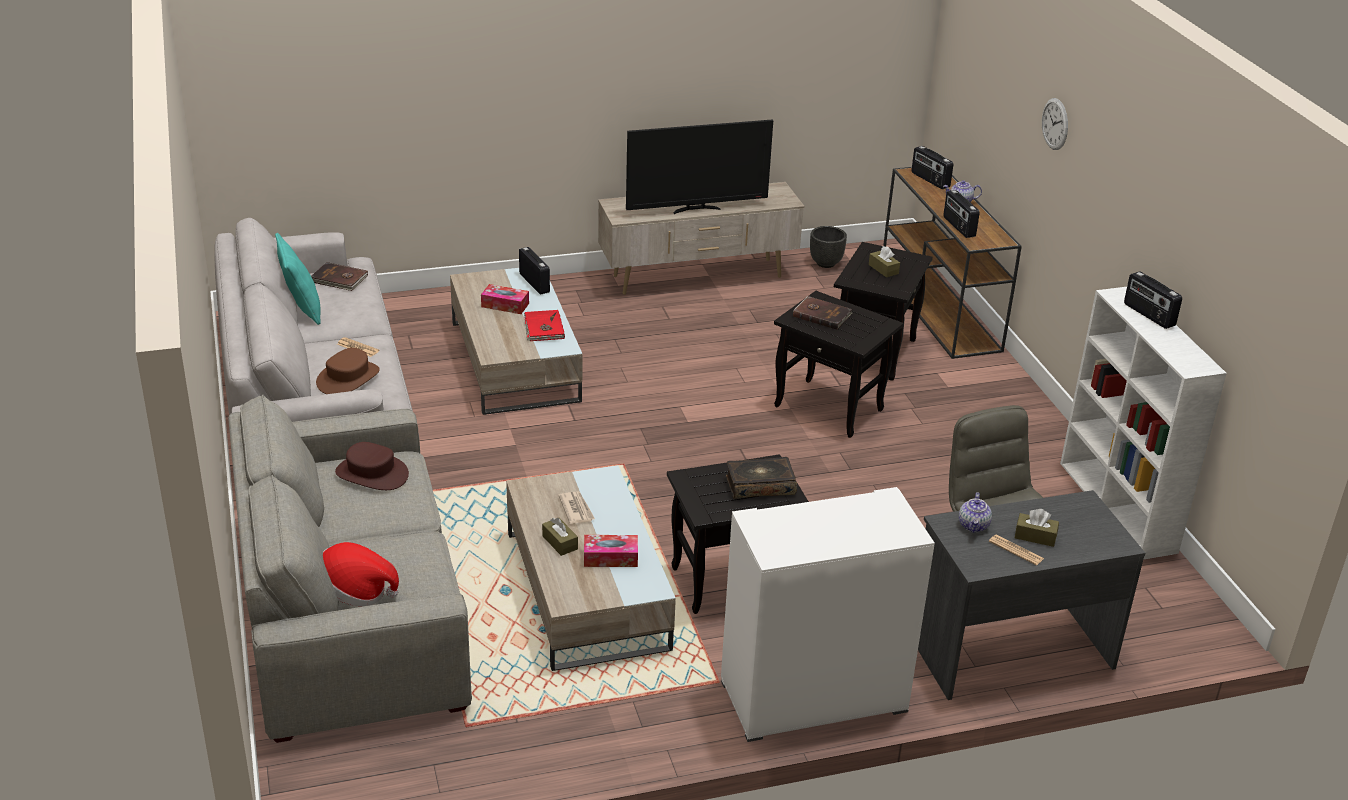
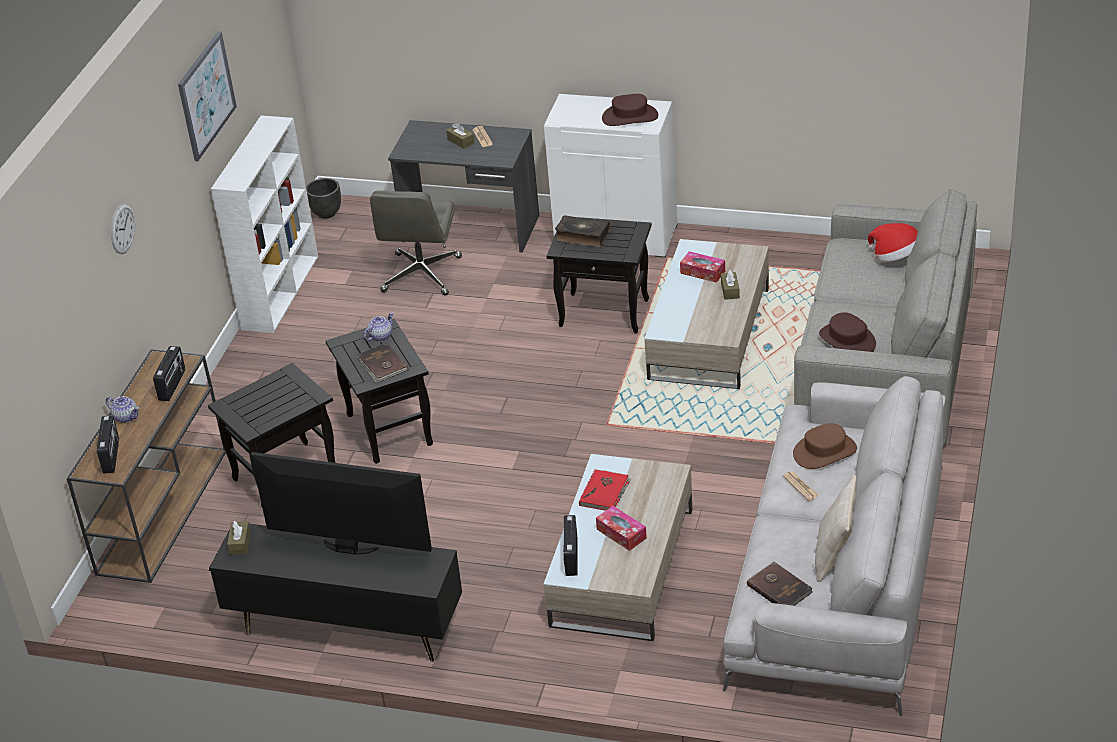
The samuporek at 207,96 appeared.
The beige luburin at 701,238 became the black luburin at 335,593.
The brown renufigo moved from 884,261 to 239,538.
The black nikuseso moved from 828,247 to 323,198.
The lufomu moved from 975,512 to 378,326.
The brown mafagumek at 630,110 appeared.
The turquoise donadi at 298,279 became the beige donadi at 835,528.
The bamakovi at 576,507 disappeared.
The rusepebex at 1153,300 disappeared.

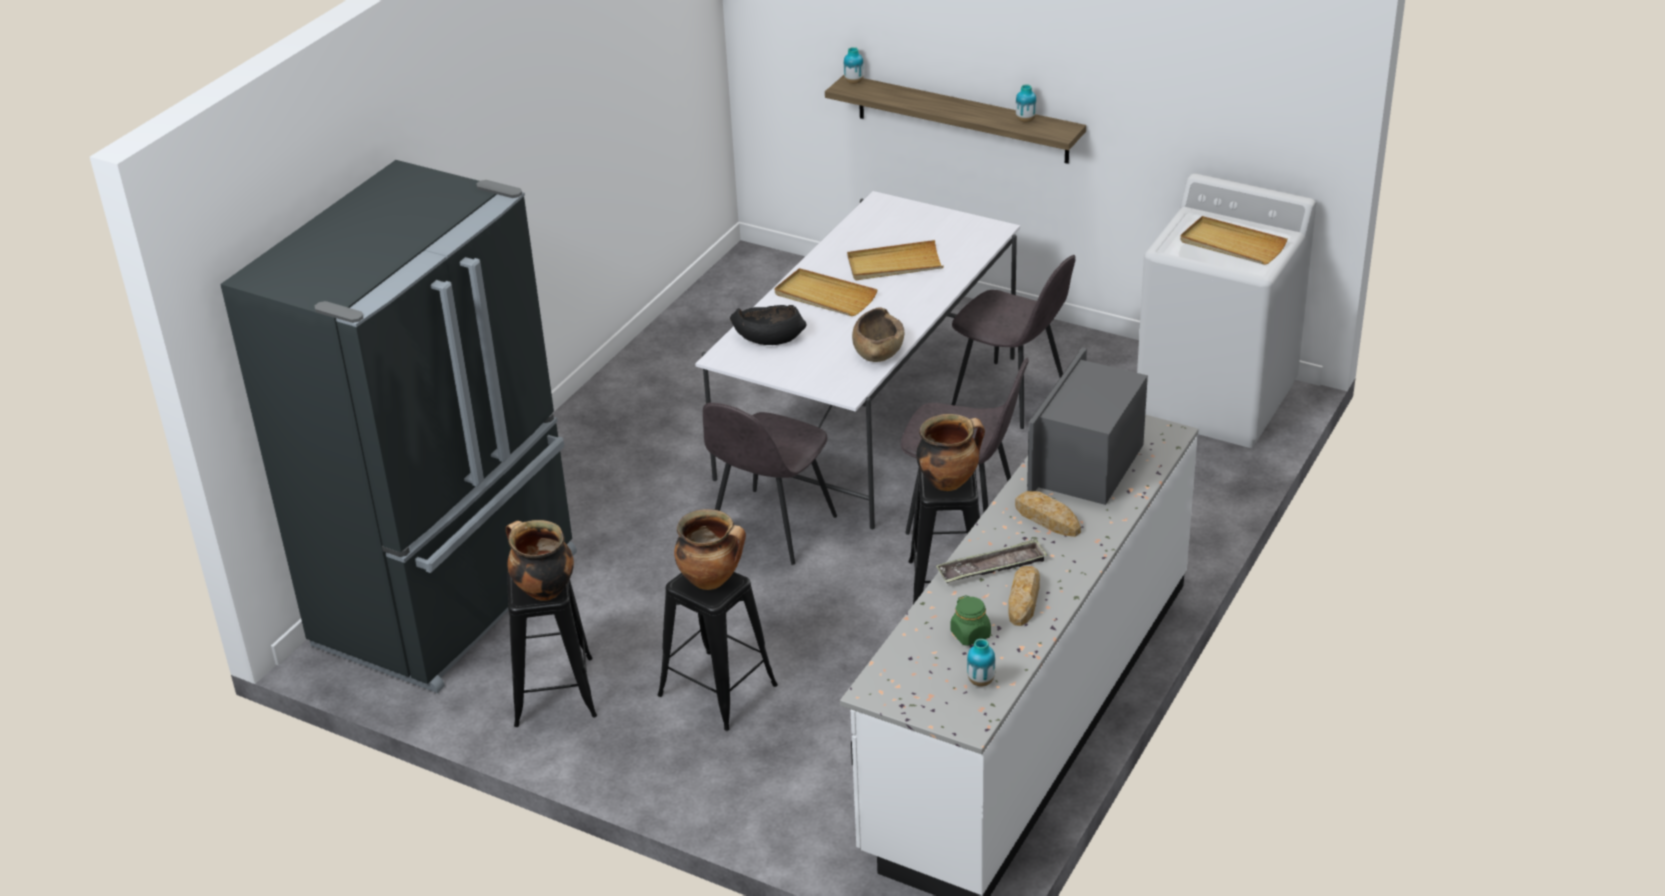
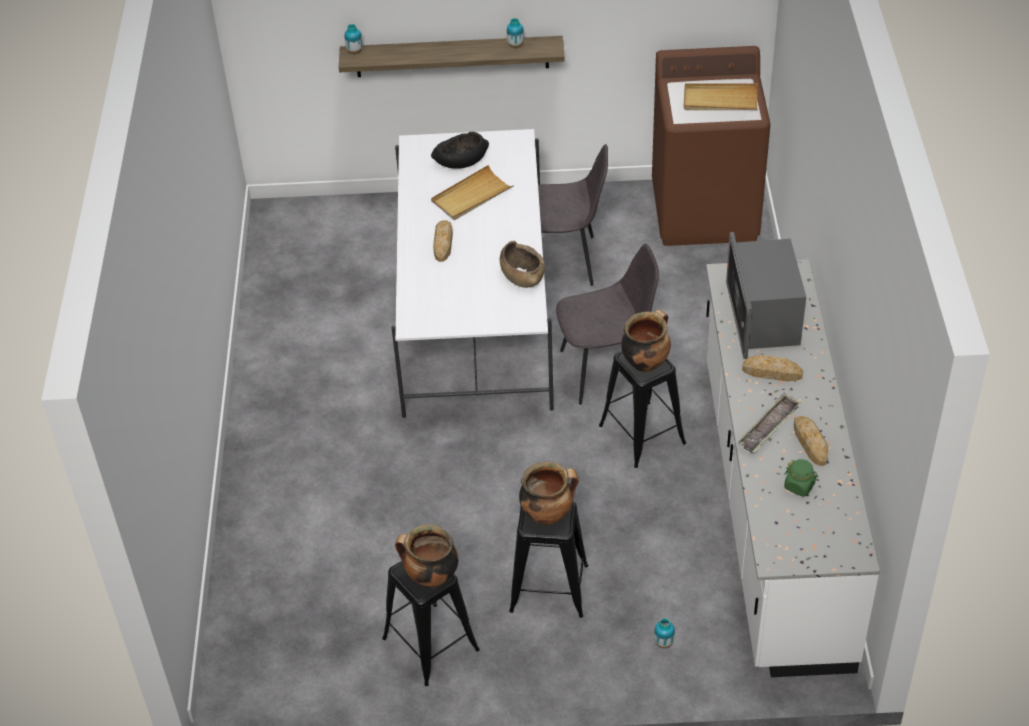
The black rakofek moved from 768,325 to 460,150.
The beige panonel at 826,292 was replaced by the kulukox at 443,241.
The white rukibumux at 1226,311 became the brown rukibumux at 711,146.
The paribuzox moved from 981,663 to 664,633.
The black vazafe at 398,426 disappeared.
The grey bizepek at 770,484 disappeared.

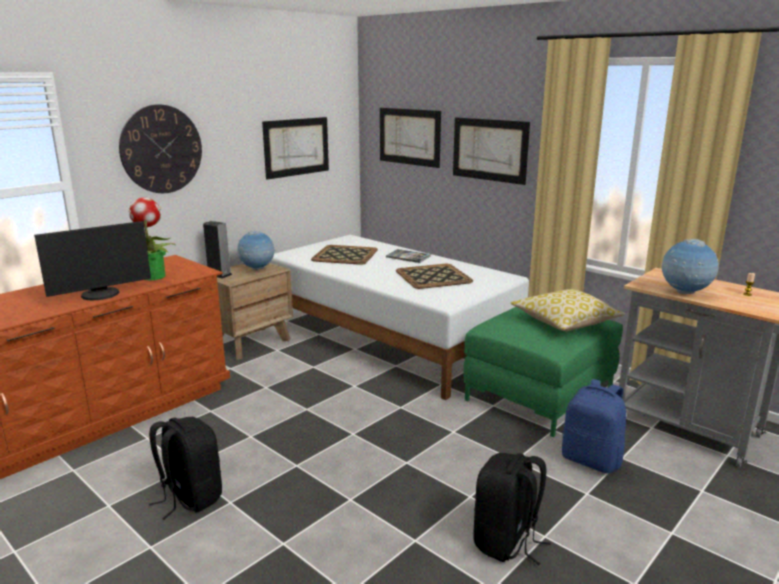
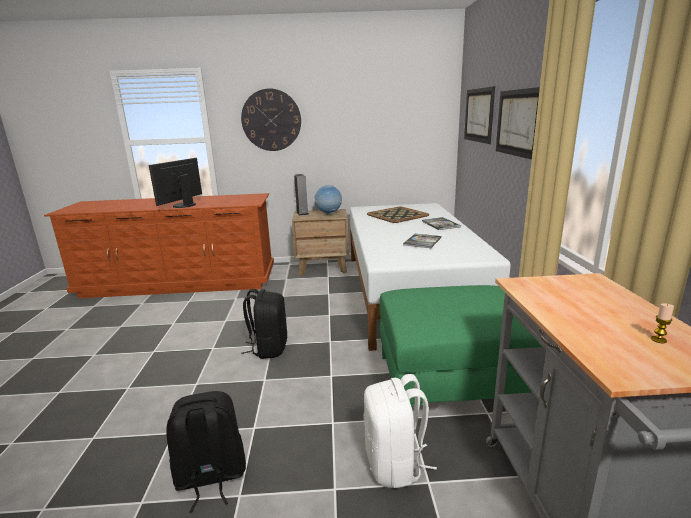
The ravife at 92,260 turned 105 degrees clockwise.
The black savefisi moved from 185,468 to 264,324.
The blue savefisi at 594,426 became the white savefisi at 400,431.
The panonel at 434,276 was replaced by the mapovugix at 422,241.
The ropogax at 151,238 disappeared.
The samuporek at 295,148 disappeared.
The donadi at 567,310 disappeared.
The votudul at 690,266 disappeared.

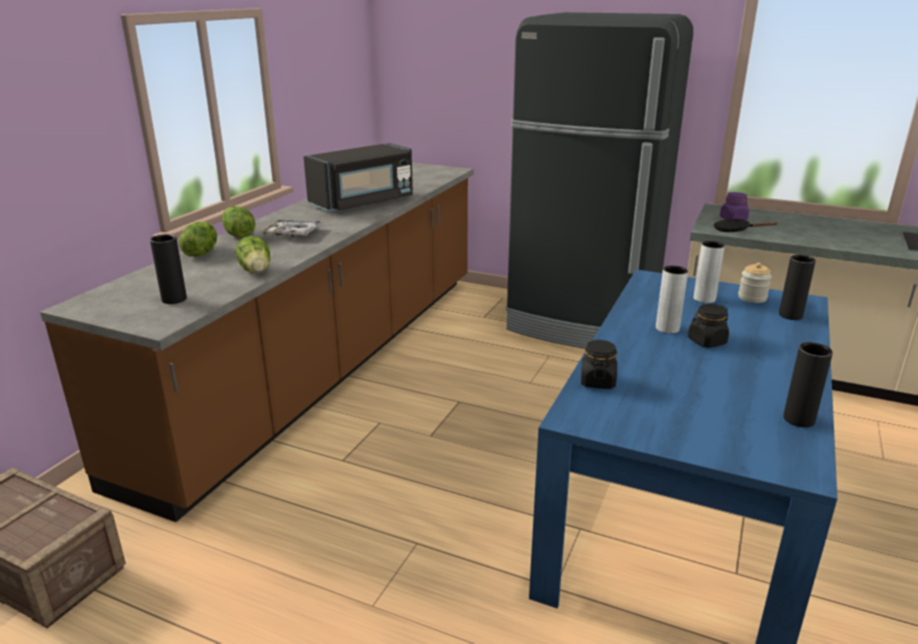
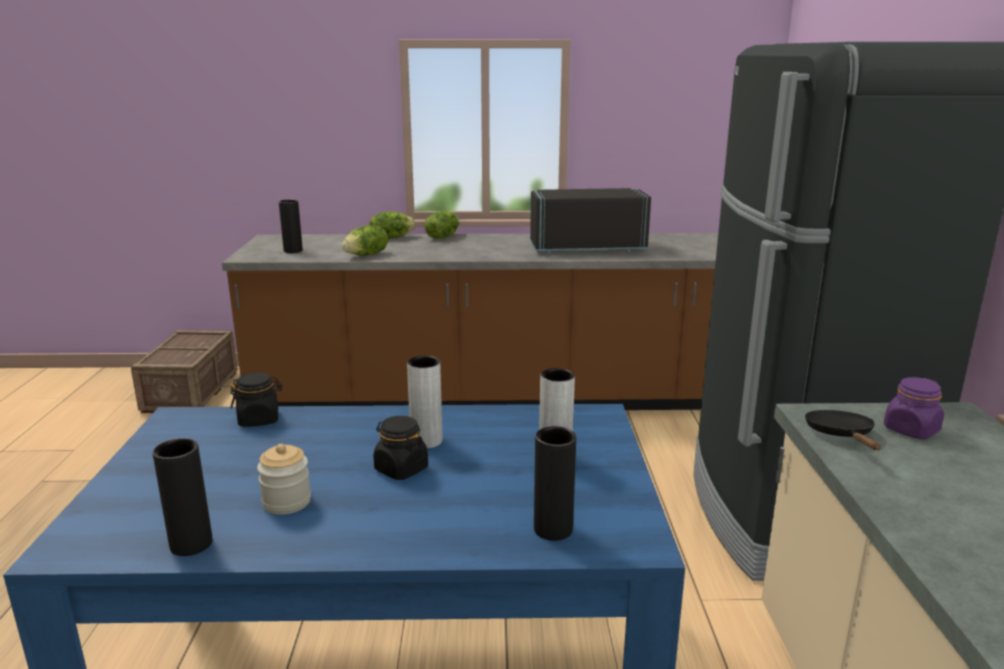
The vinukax moved from 755,283 to 284,479.
The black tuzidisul at 358,177 turned 150 degrees clockwise.
The panonel at 292,228 disappeared.

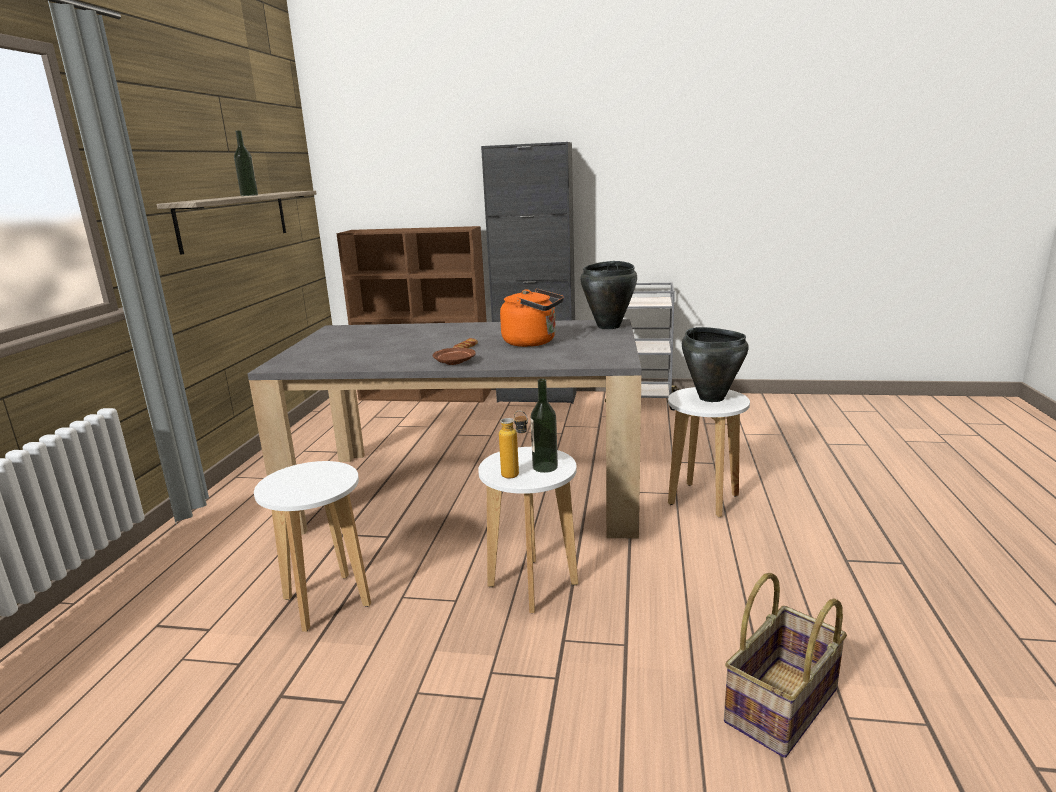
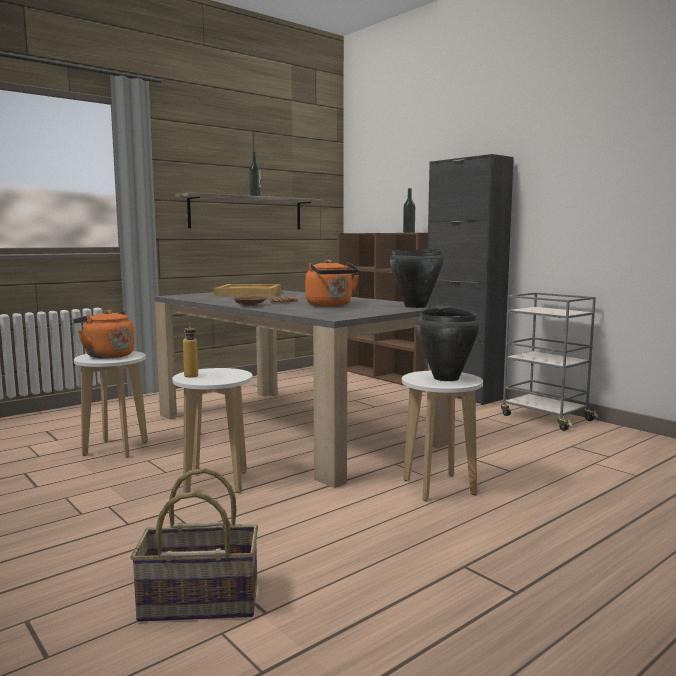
The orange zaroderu at 104,334 appeared.
The beige panonel at 247,290 appeared.
The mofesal moved from 544,426 to 409,210.

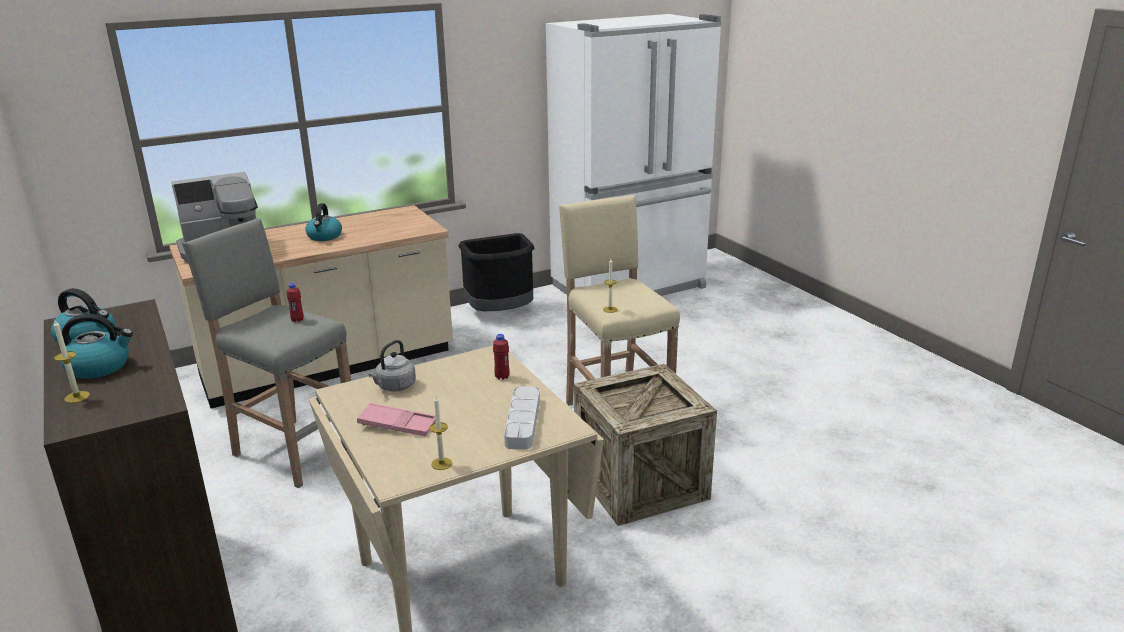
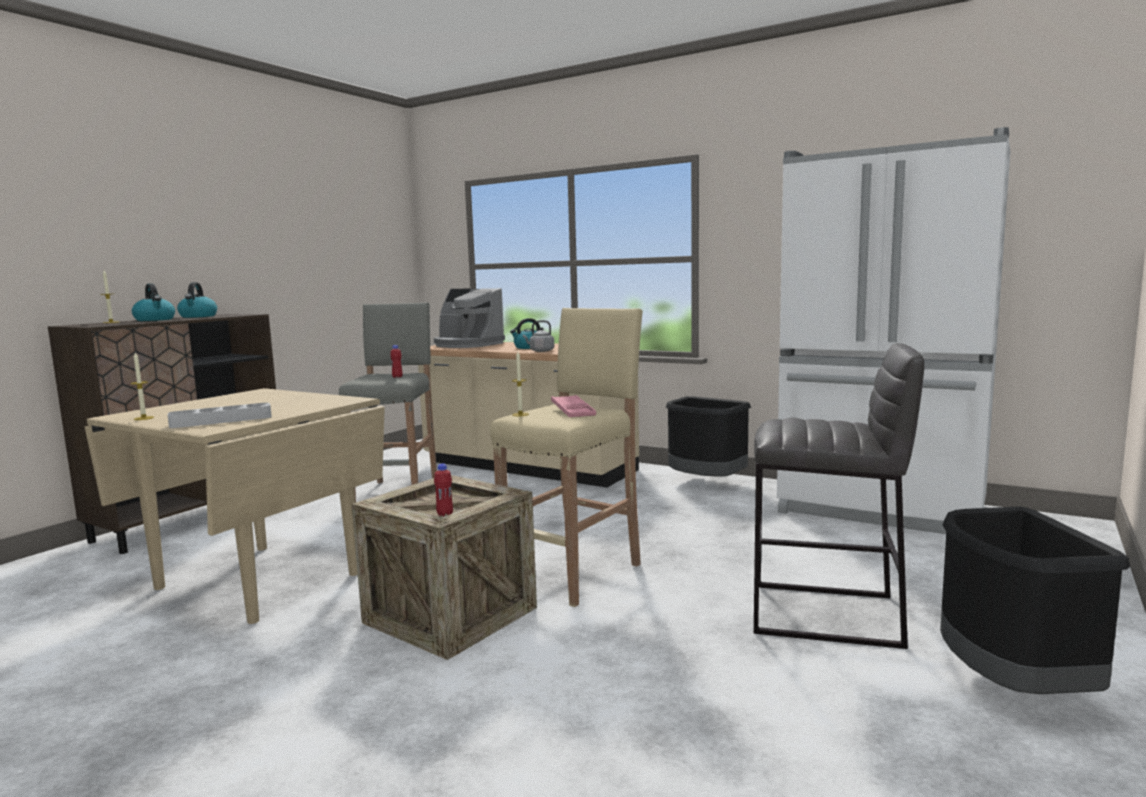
The red mofesal moved from 501,357 to 443,489.
The grey zaroderu moved from 392,366 to 538,336.
The pink panonel moved from 396,420 to 573,406.
The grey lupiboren at 839,496 appeared.
The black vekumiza at 1035,600 appeared.

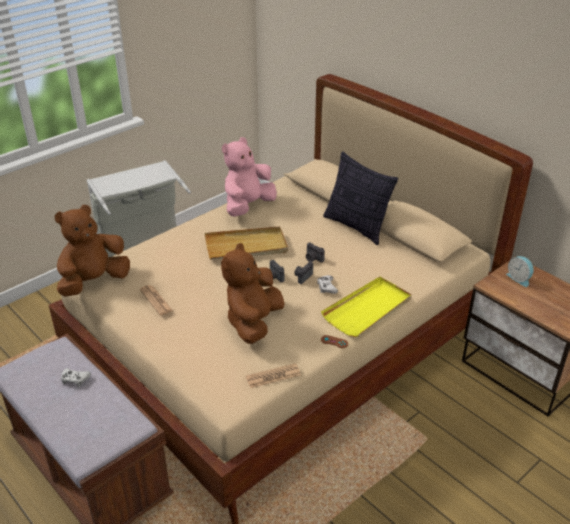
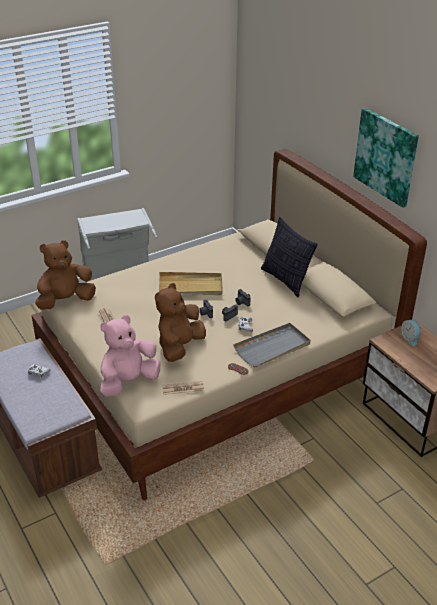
The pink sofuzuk moved from 249,177 to 130,356.
The yellow panonel at 366,307 became the grey panonel at 271,345.
The samuporek at 386,158 appeared.

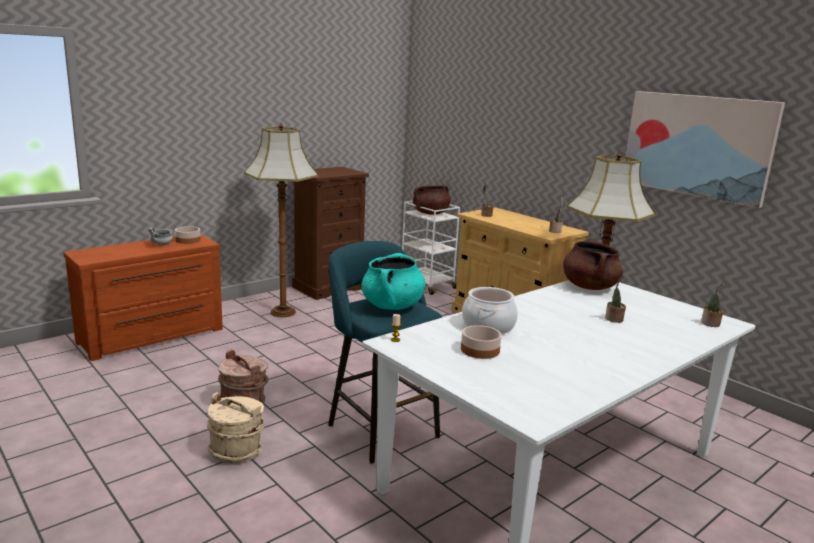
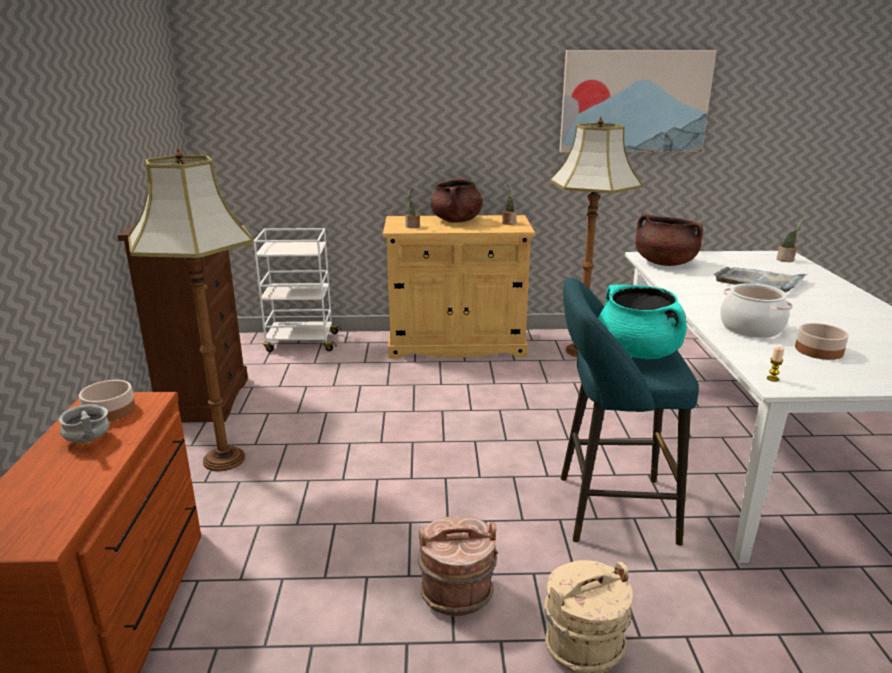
The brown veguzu moved from 431,200 to 457,200.
The ropogax at 615,299 was replaced by the grey panonel at 760,279.

